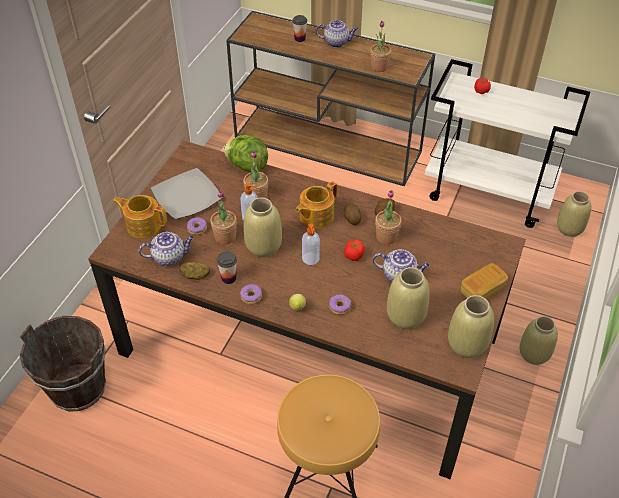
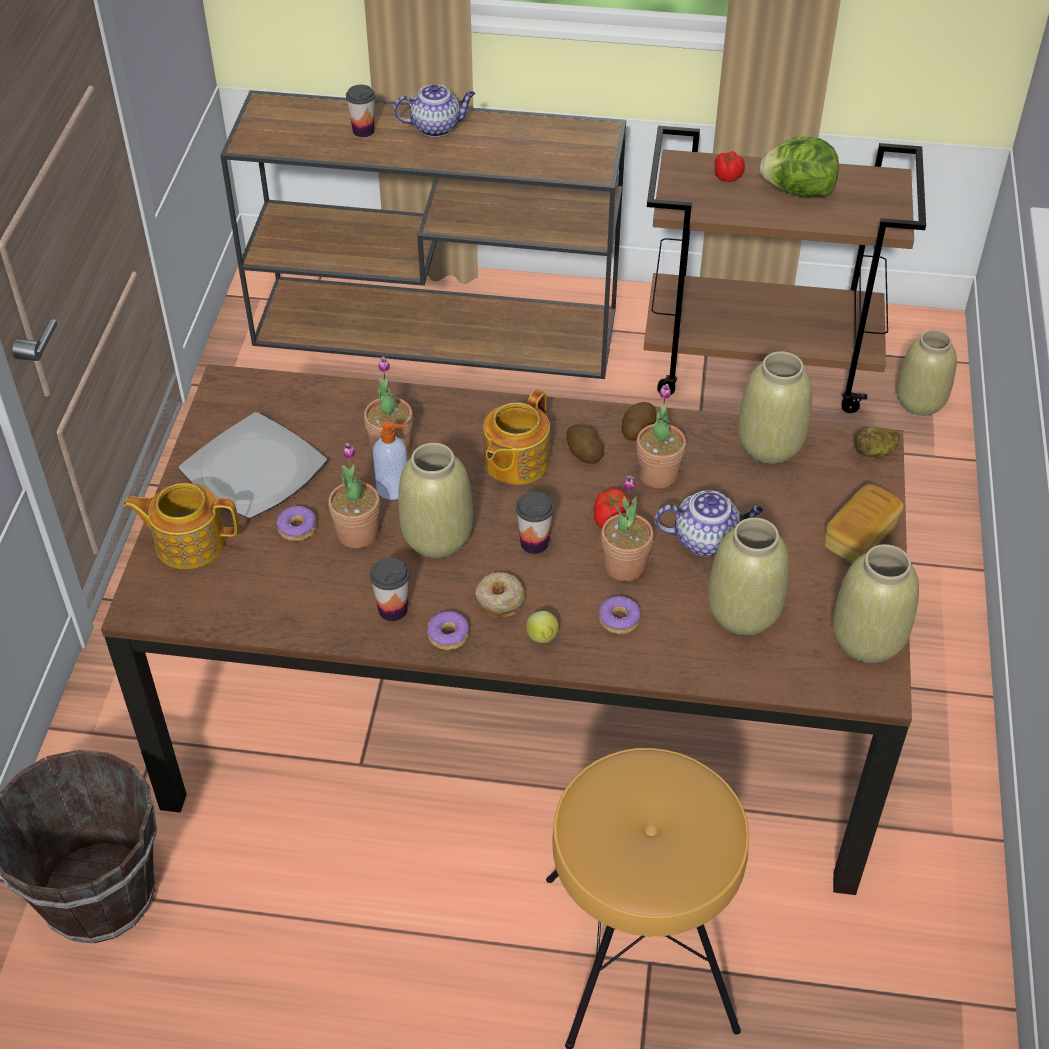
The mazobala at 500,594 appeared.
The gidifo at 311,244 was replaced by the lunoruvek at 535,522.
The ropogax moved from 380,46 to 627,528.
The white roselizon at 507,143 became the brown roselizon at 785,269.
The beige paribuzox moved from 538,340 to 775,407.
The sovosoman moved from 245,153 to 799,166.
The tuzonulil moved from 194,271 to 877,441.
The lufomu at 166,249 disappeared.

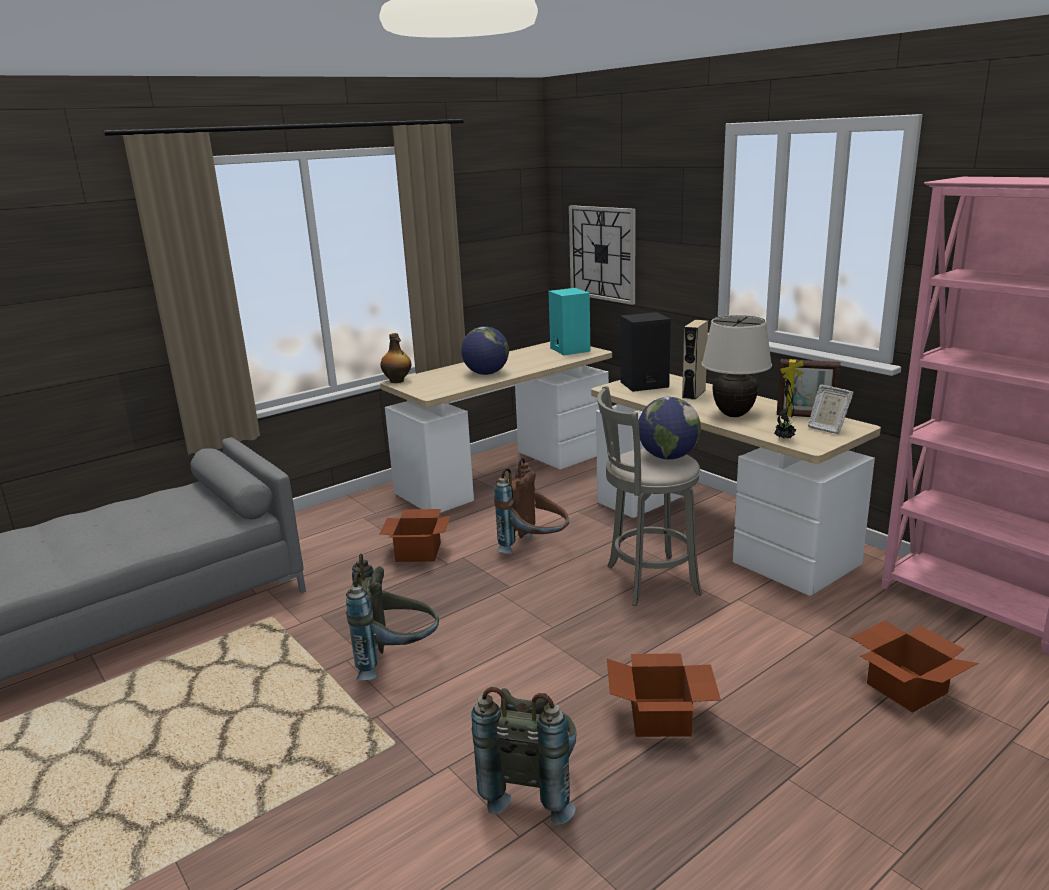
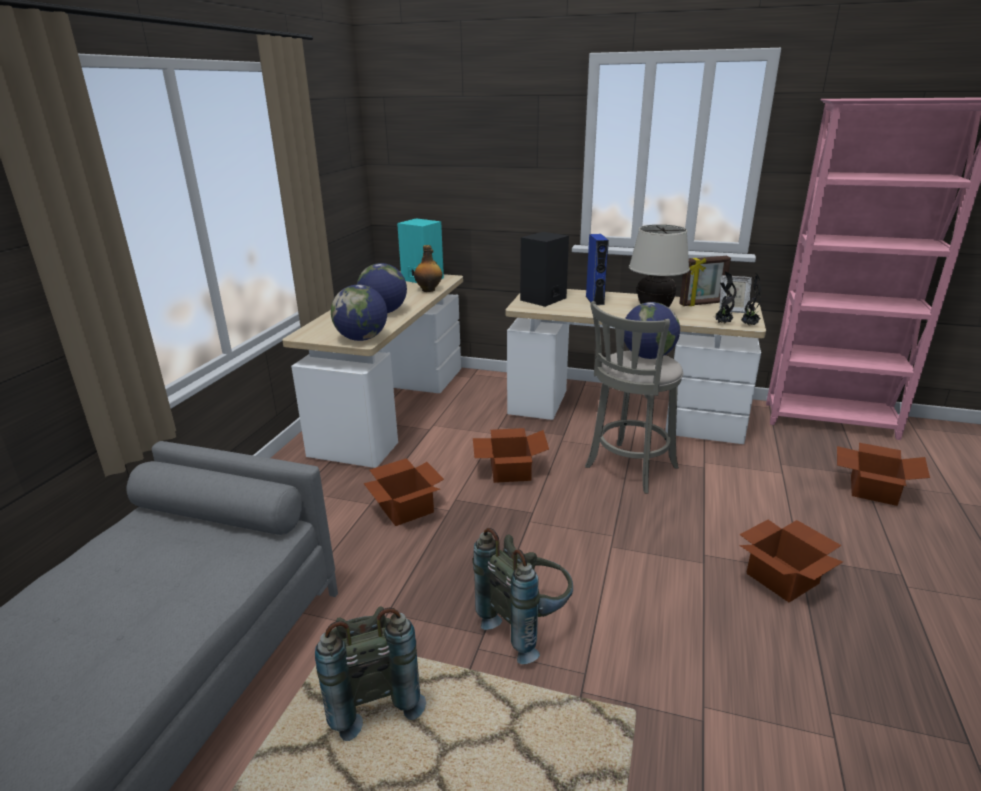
The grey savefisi moved from 523,756 to 370,673.
The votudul at 359,313 appeared.
The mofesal moved from 396,358 to 428,268.
The brown savefisi at 531,506 was replaced by the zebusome at 511,455.
The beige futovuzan at 695,360 became the blue futovuzan at 597,269.
The ropogax at 751,299 appeared.
The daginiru at 602,255 disappeared.

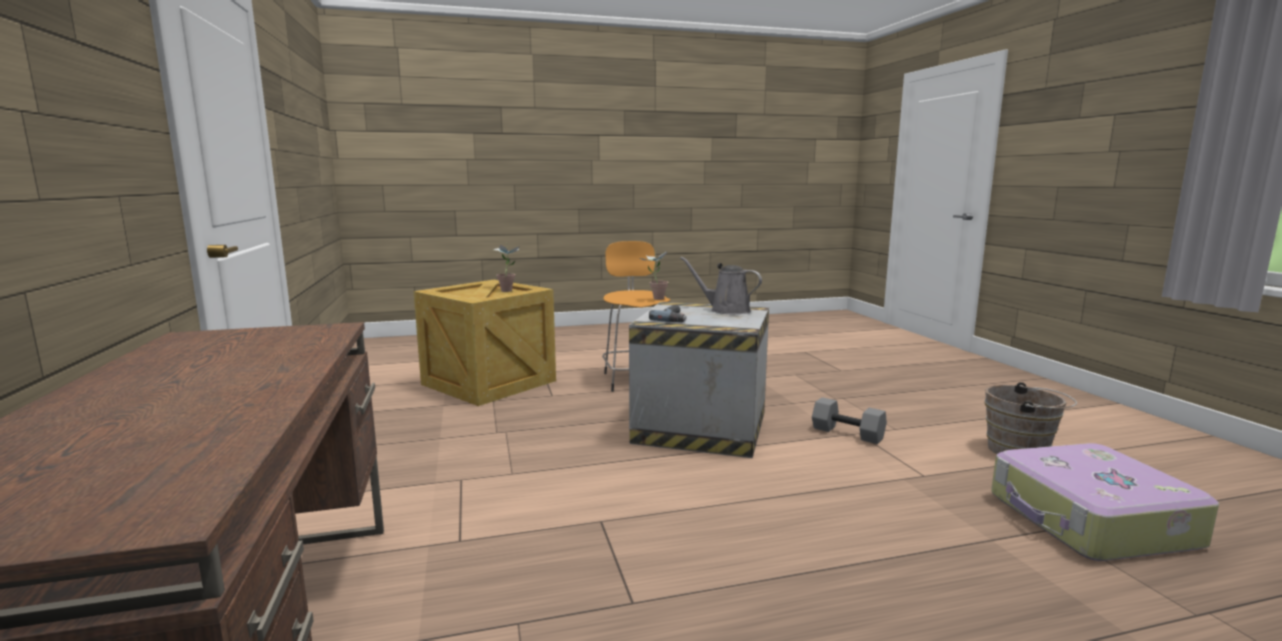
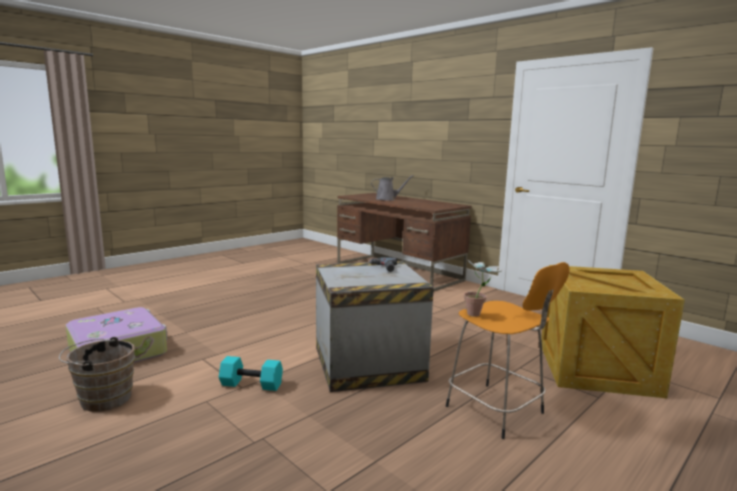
The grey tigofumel at 849,420 became the turquoise tigofumel at 251,373.
The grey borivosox moved from 721,285 to 392,188.
The ropogax at 505,268 disappeared.

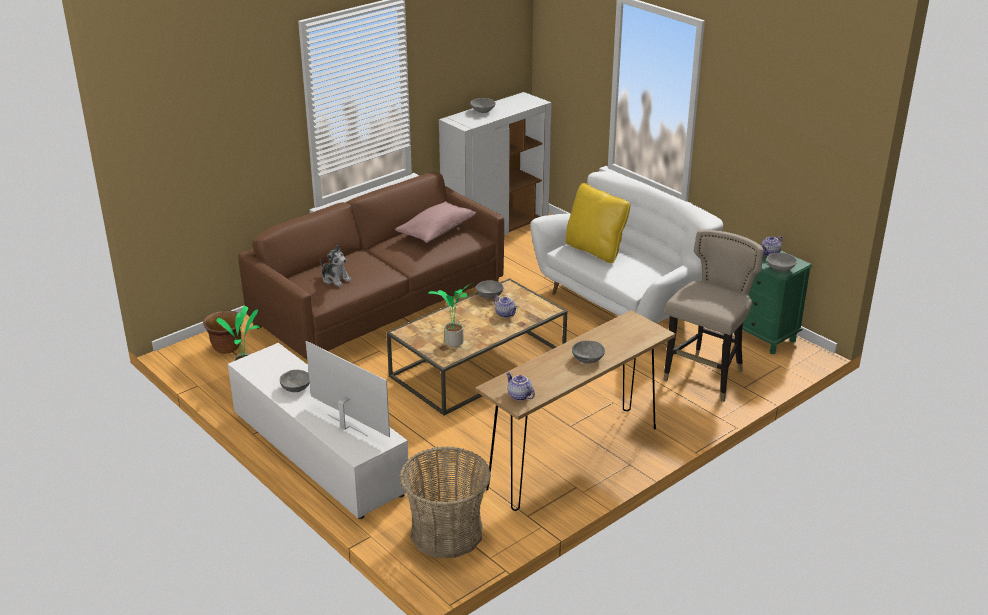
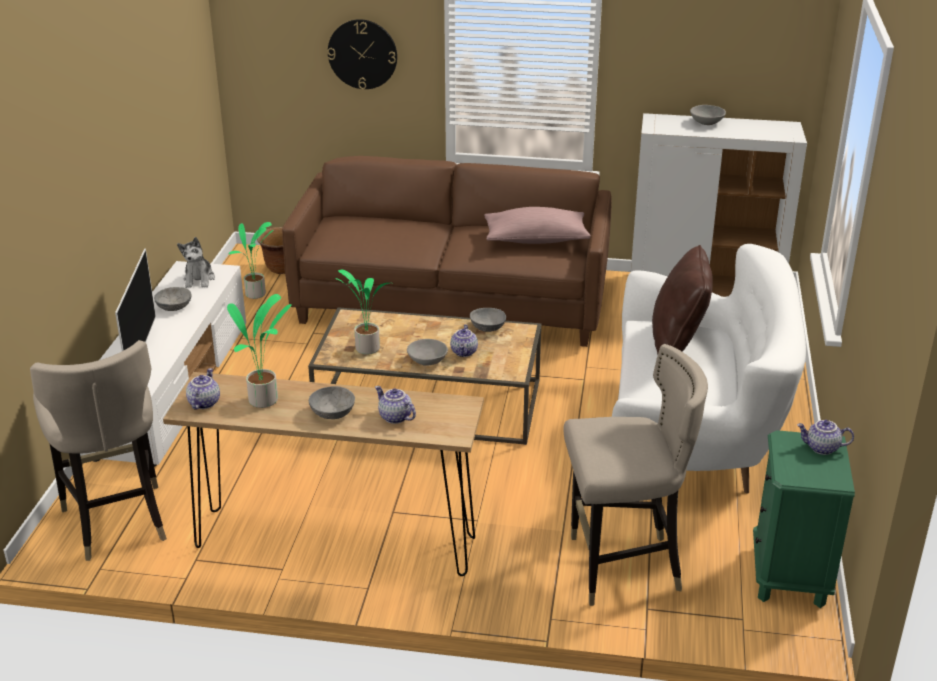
The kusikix at 445,502 was replaced by the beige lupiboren at 98,450.
The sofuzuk moved from 335,266 to 196,262.
The ropogax at 259,351 appeared.
The daginiru at 362,54 appeared.
The lufomu at 395,405 appeared.
The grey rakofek moved from 782,262 to 427,352.
The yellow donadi at 598,223 became the brown donadi at 682,300.

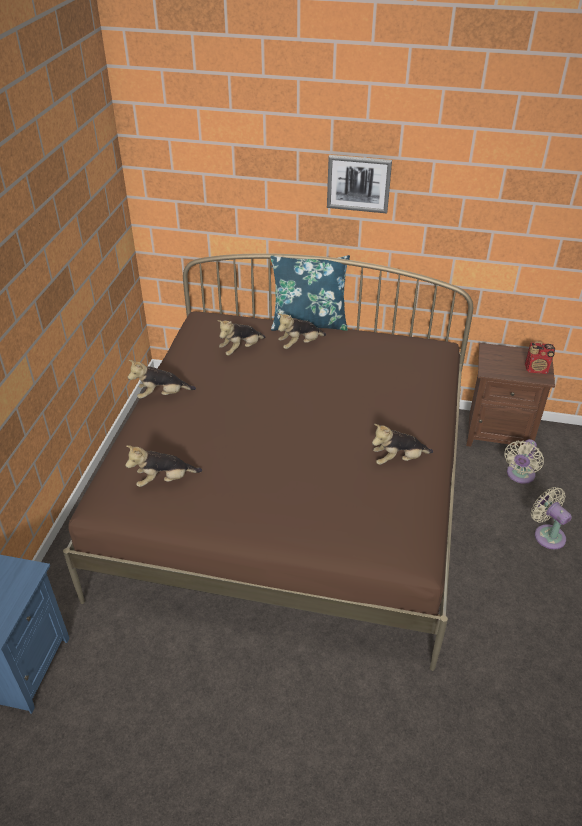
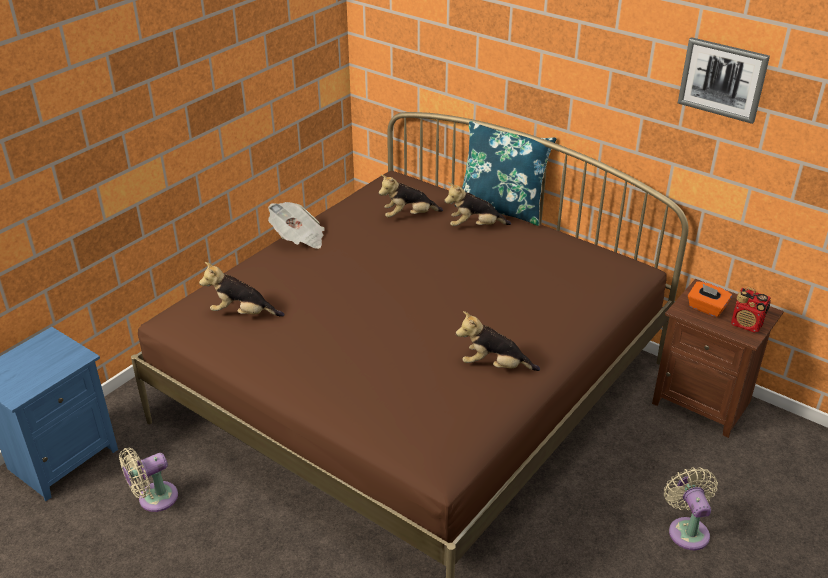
The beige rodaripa moved from 524,461 to 148,480.
The sofuzuk at 162,379 was replaced by the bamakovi at 296,225.
The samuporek moved from 359,184 to 724,80.
The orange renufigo at 710,299 appeared.

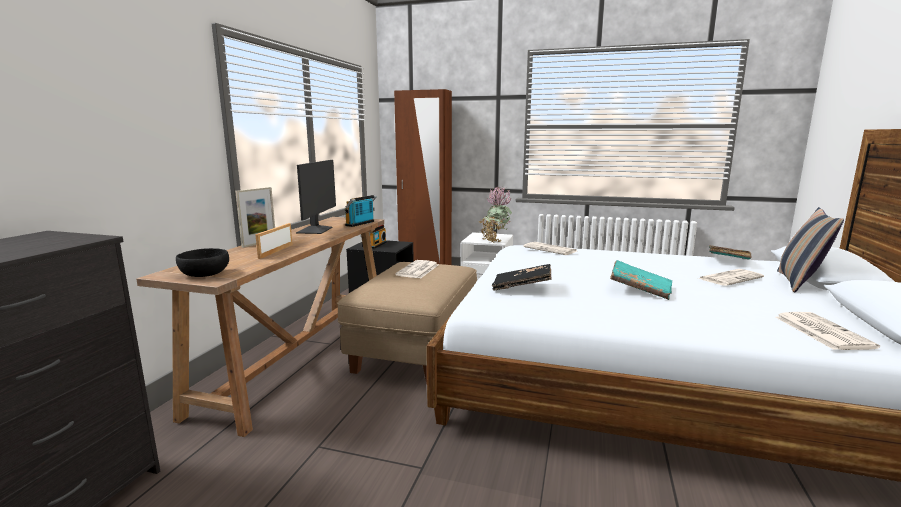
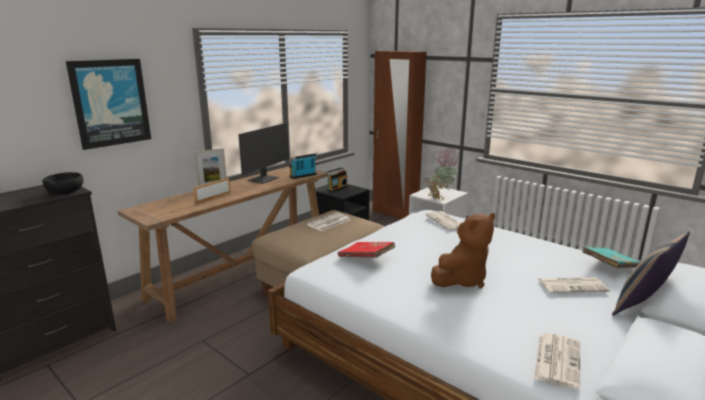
The black rakofek moved from 202,262 to 63,183.
The samuporek at 108,104 appeared.
The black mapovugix at 522,277 became the red mapovugix at 366,250.
The turquoise mapovugix at 641,280 was replaced by the brown sofuzuk at 463,250.

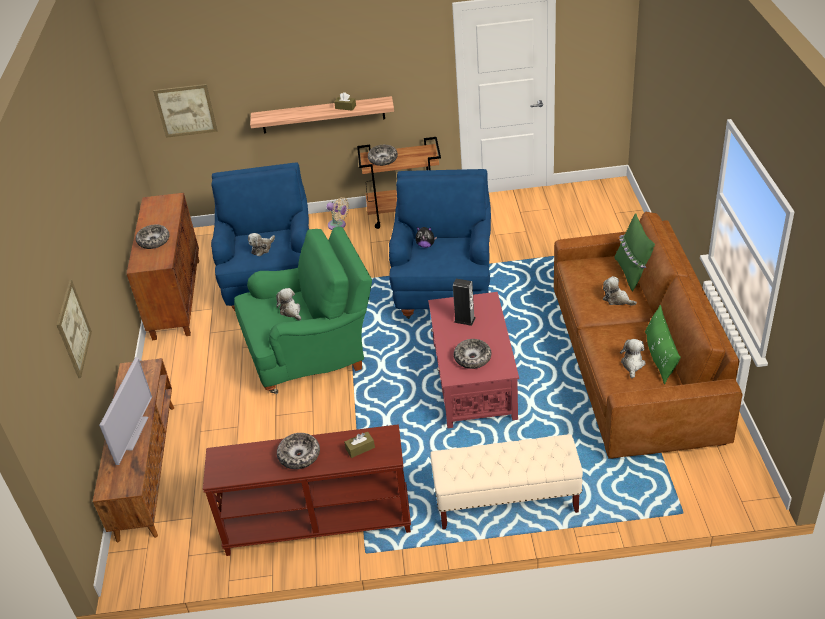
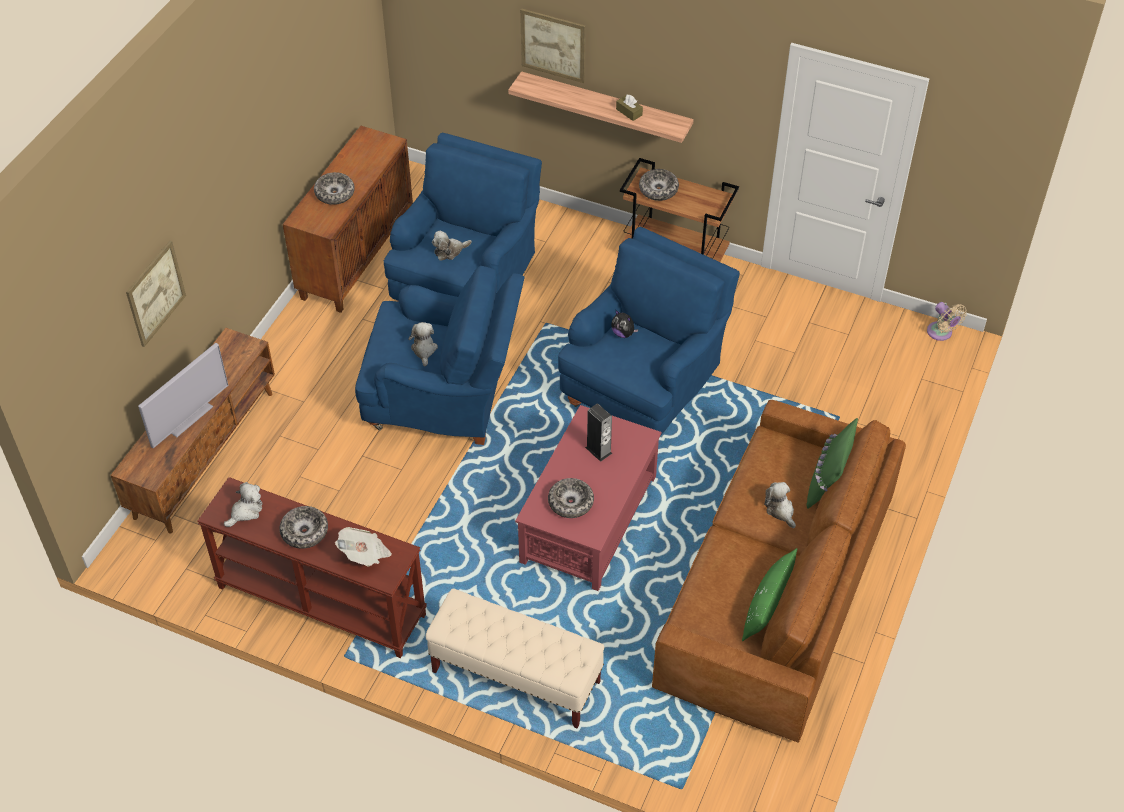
The sofuzuk moved from 633,358 to 243,504.
The brown renufigo at 359,445 was replaced by the bamakovi at 363,546.
The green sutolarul at 303,310 became the blue sutolarul at 439,355.
The samuporek moved from 185,111 to 553,45.
The beige rodaripa moved from 338,213 to 947,321.

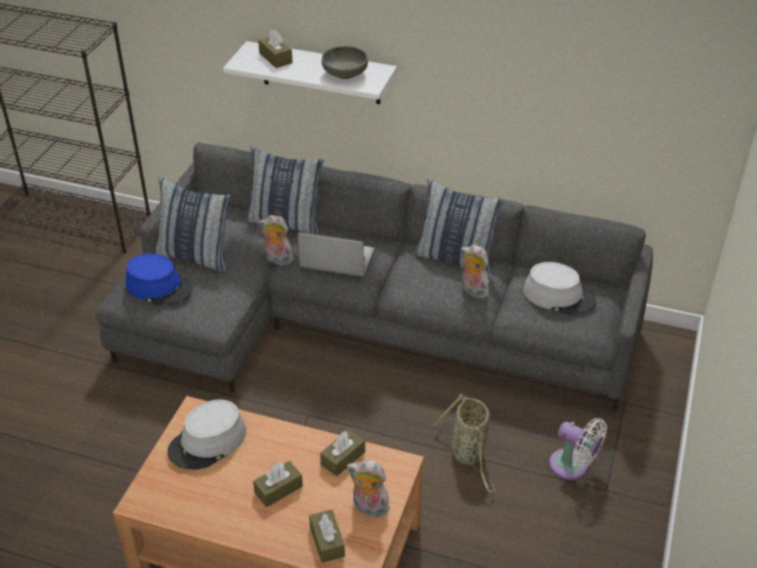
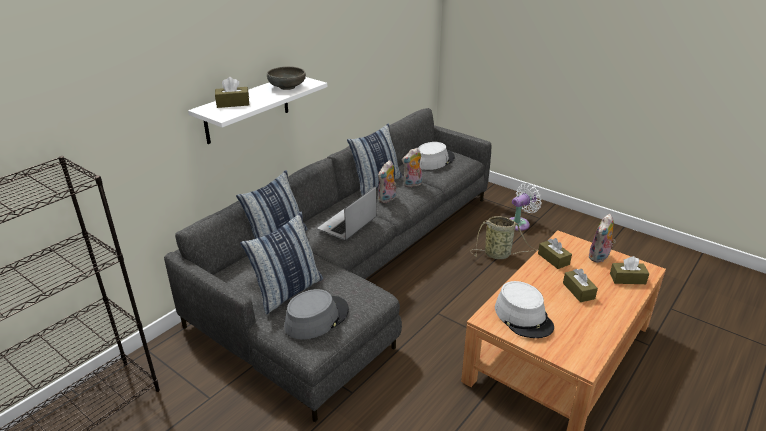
The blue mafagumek at 159,280 became the grey mafagumek at 317,314.
The sofuzuk moved from 275,240 to 387,181.

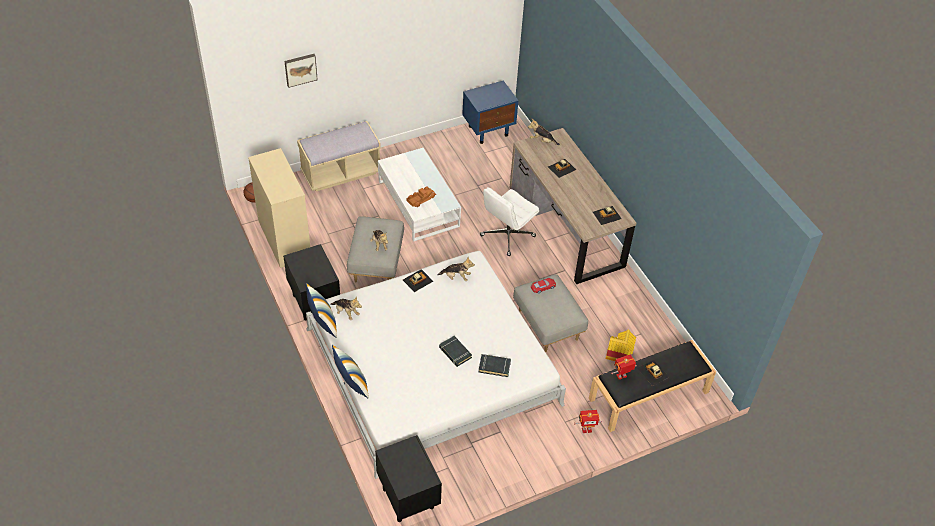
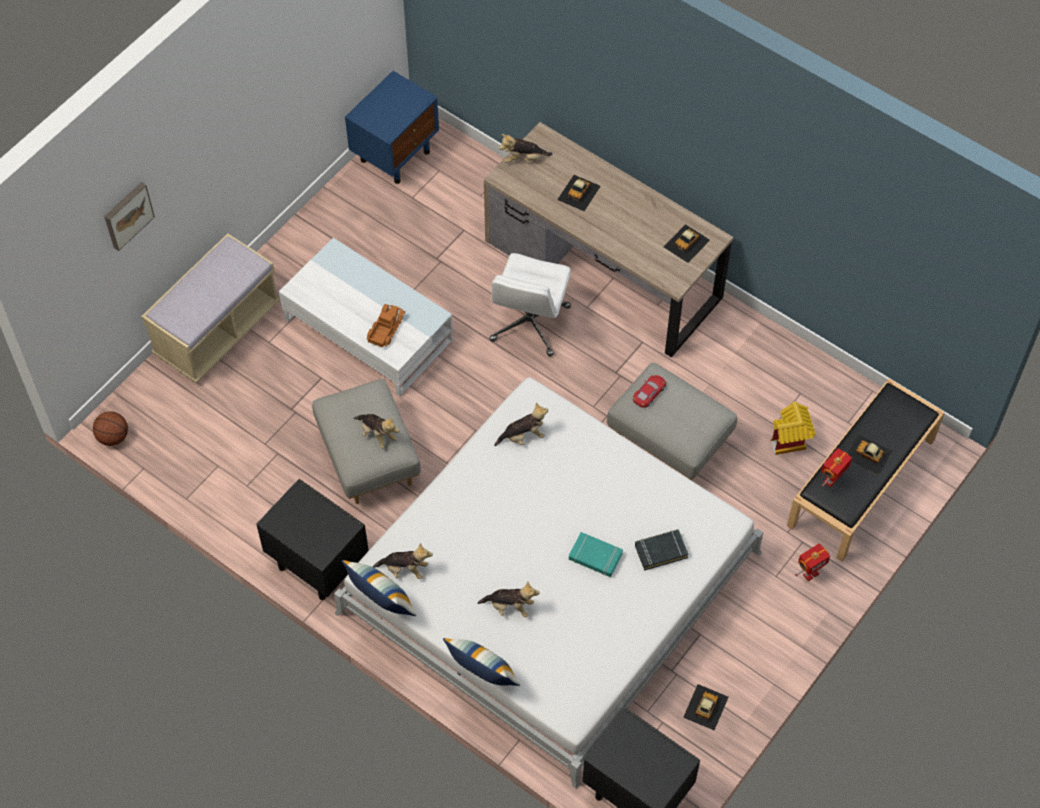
The sofuzuk at 508,599 appeared.
The black mapovugix at 455,351 became the turquoise mapovugix at 596,554.
The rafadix moved from 418,280 to 706,707.
The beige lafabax at 279,208 disappeared.

